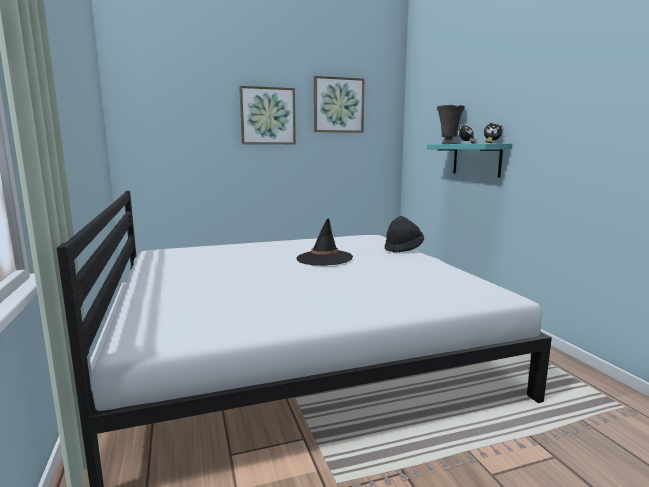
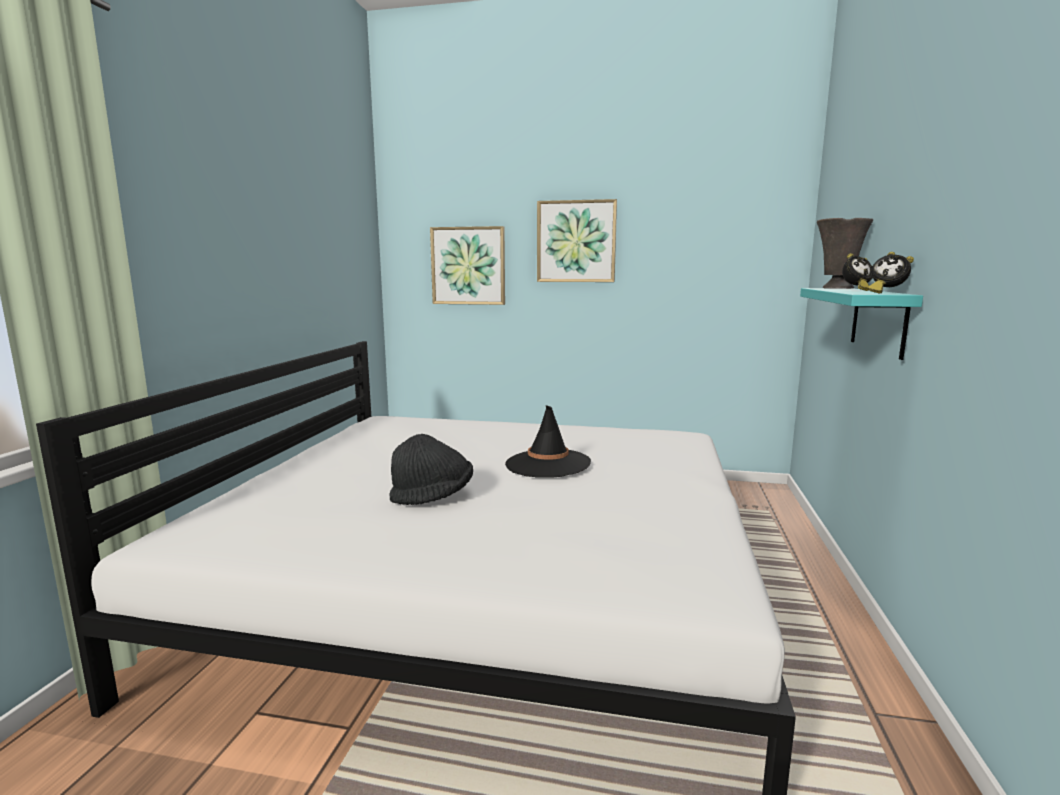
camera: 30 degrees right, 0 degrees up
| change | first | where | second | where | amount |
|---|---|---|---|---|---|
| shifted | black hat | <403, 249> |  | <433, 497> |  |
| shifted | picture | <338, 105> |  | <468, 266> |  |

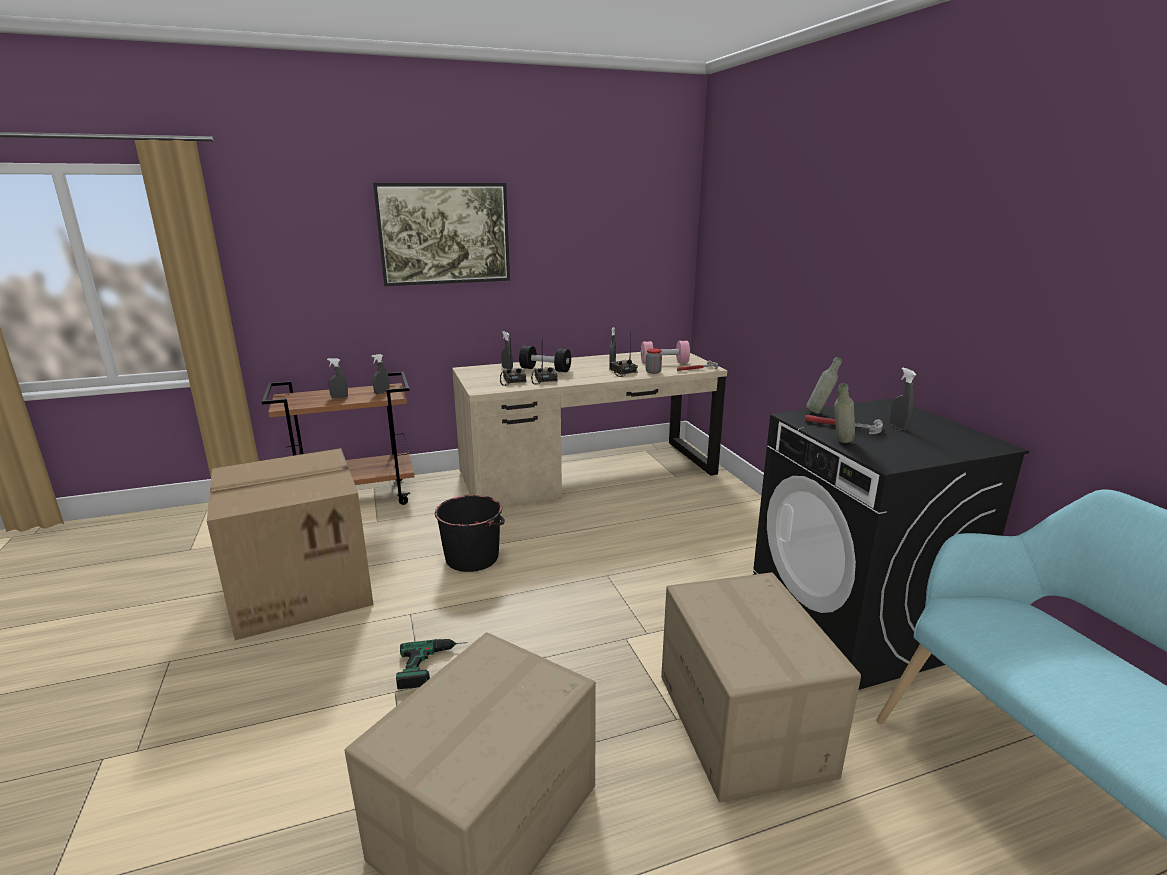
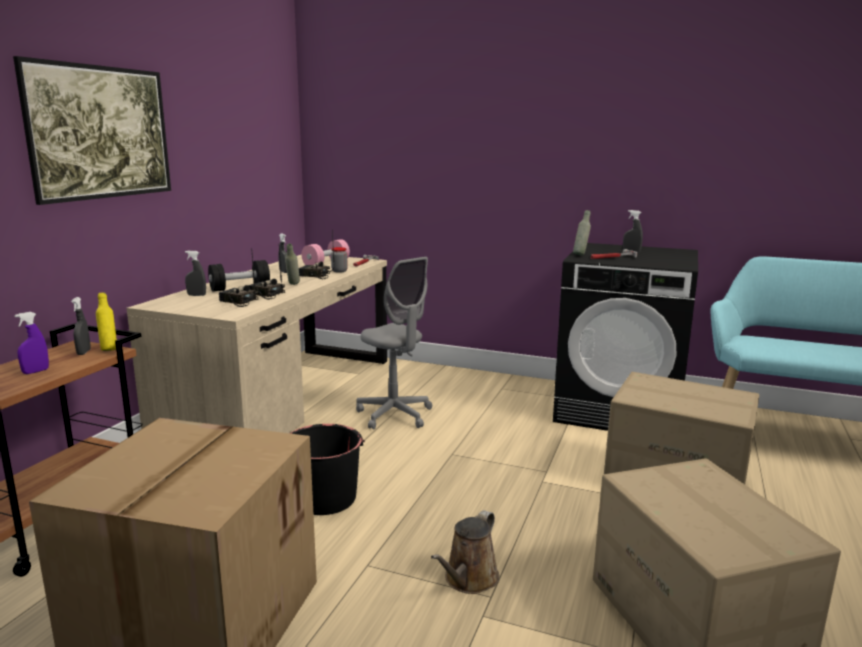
camera: 50 degrees left, 5 degrees down
| change | first | where | second | where | amount |
|---|---|---|---|---|---|
| repainted | grey spray bottle | <339, 397> | purple spray bottle | <35, 371> |  |
| new |  |  | yellow bottle | <109, 349> |  |
| shifted | grey bottle | <840, 443> |  | <293, 285> |  |
| new |  |  | grey office chair | <394, 415> |  |
| swapped | power drill | <433, 665> | brown watering can | <469, 580> |  |

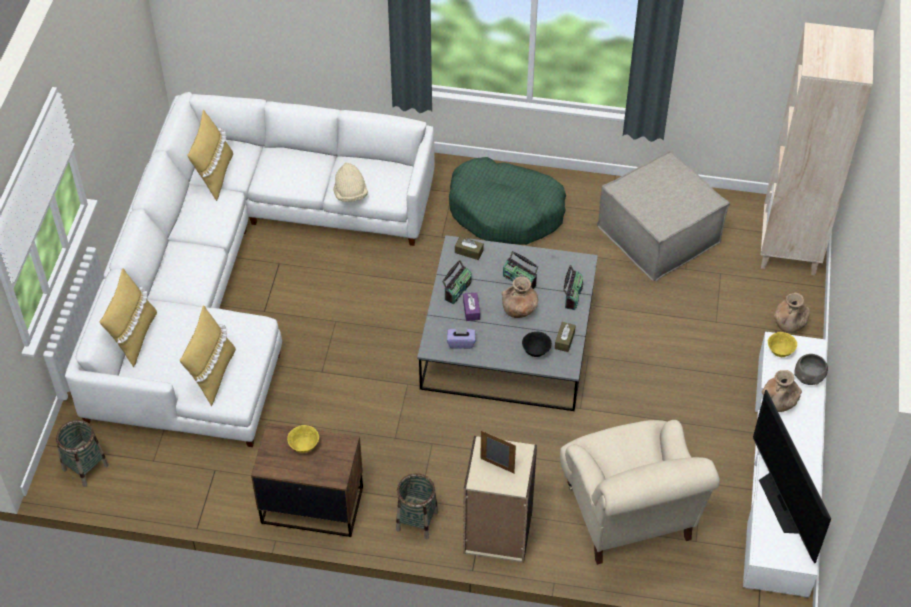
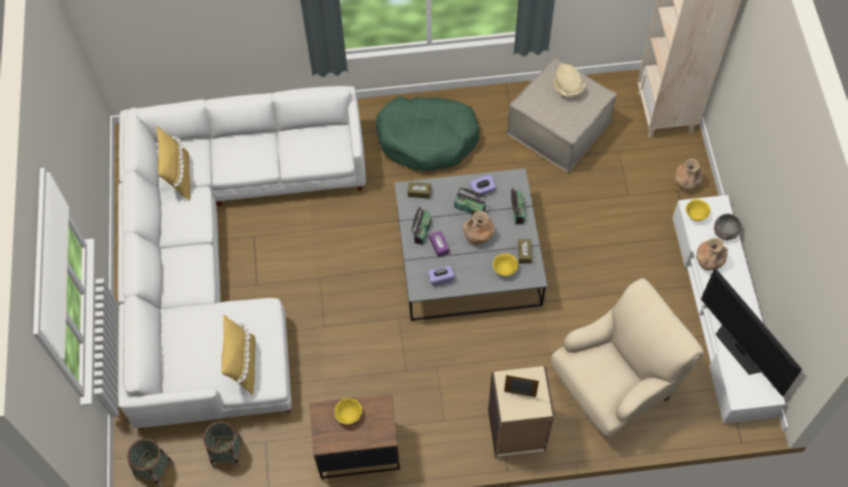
camera: 15 degrees left, 10 degrees up
| change | first | where | second | where | amount |
|---|---|---|---|---|---|
| shifted | basket | <417, 520> |  | <227, 453> |  |
| new |  |  | purple tissue box | <482, 190> |  |
| repainted | black bowl | <536, 351> | yellow bowl | <505, 270> |  |
| rotated | beige armchair | <628, 515> |  | <615, 386> | 90 degrees counterclockwise |
| shifted | beige hat | <350, 194> |  | <568, 88> |  |
| gone | yellow pillow | <134, 337> |  |  |  |

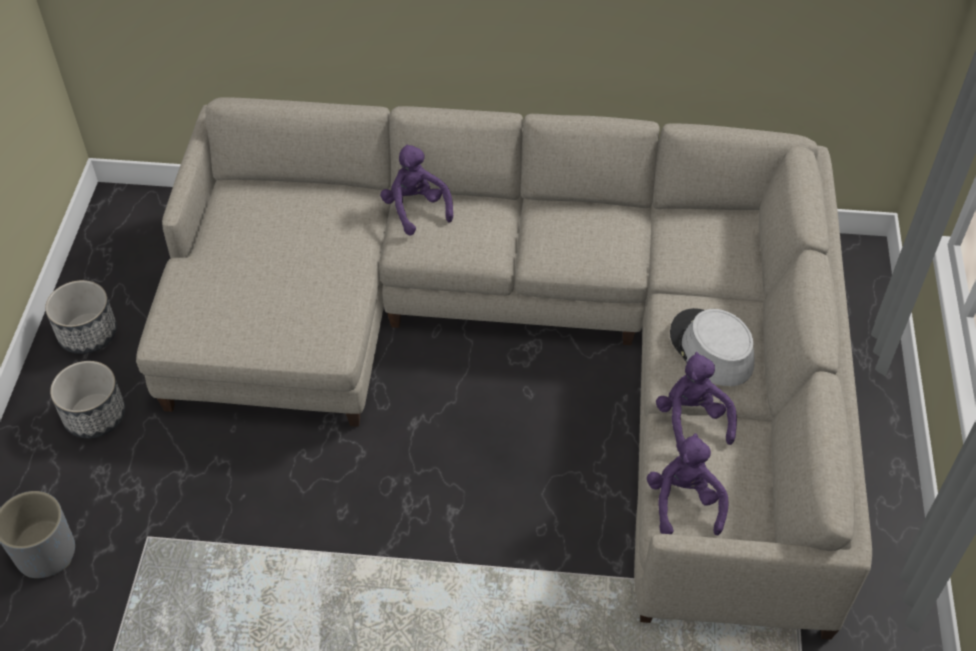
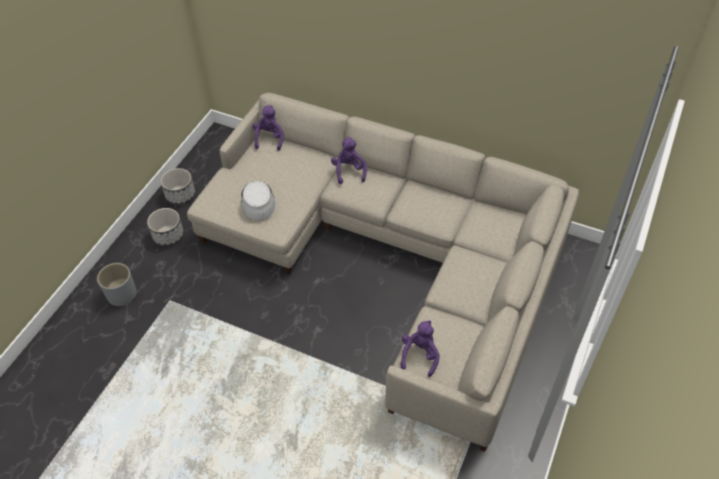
camera: 20 degrees right, 0 degrees up
| change | first | where | second | where | amount |
|---|---|---|---|---|---|
| shifted | grey hat | <711, 349> |  | <257, 201> |  |
| shifted | purple plush toy | <692, 420> |  | <269, 138> |  |

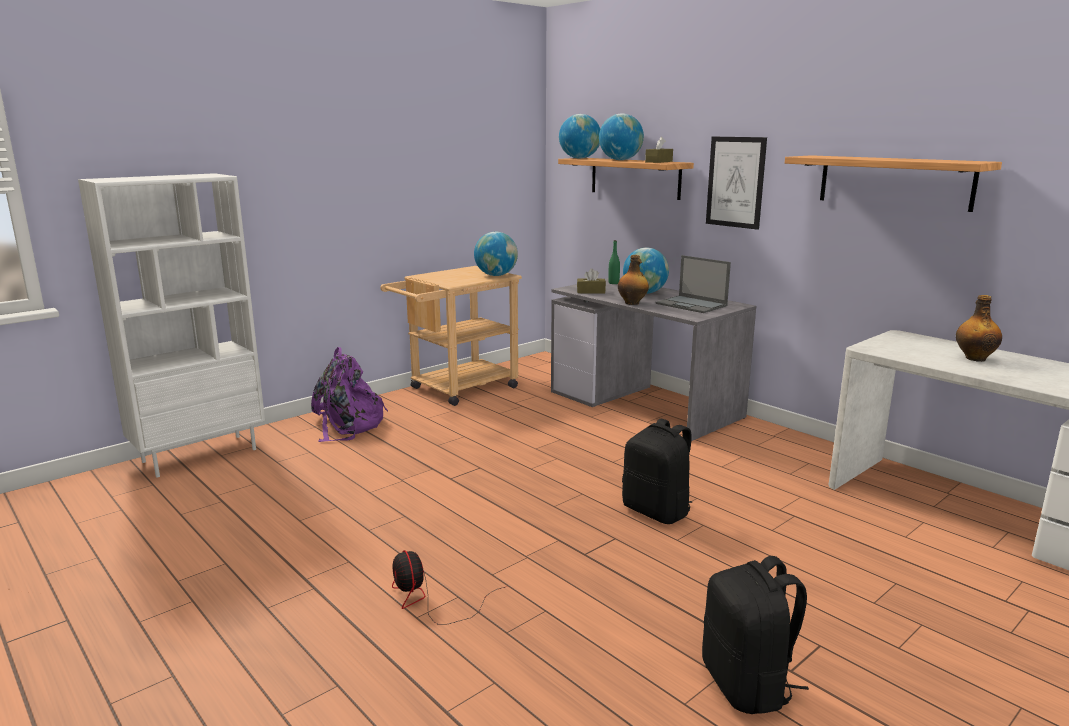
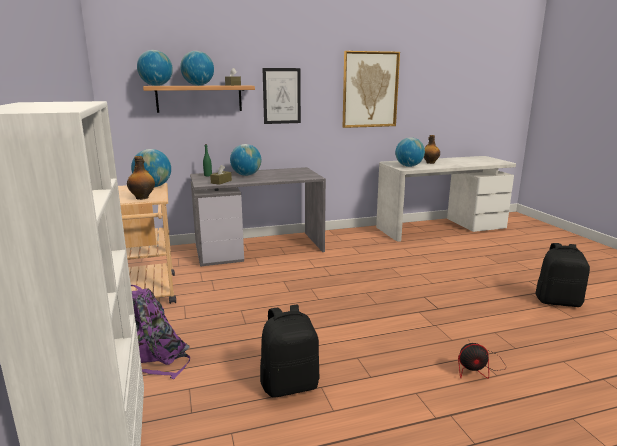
camera: 65 degrees left, 0 degrees up
| change | first | where | second | where | amount |
|---|---|---|---|---|---|
| shifted | bottle | <632, 303> |  | <142, 198> |  |
| shifted | black backpack | <657, 511> |  | <290, 384> |  |
| swapped | shelf | <894, 182> | picture | <370, 89> |  |
| new |  |  | globe | <409, 166> |  |
| gone | laptop | <692, 305> |  |  |  |

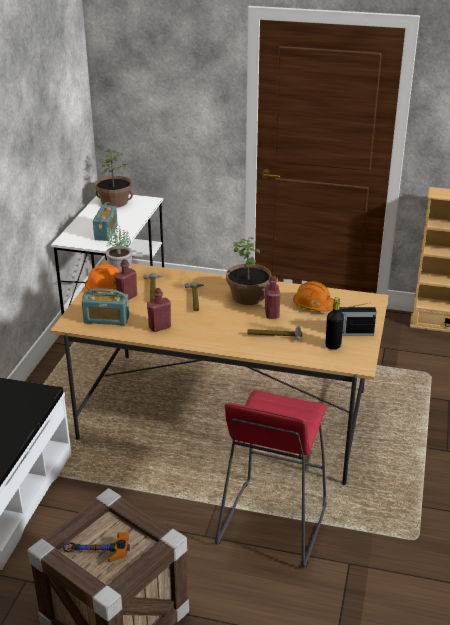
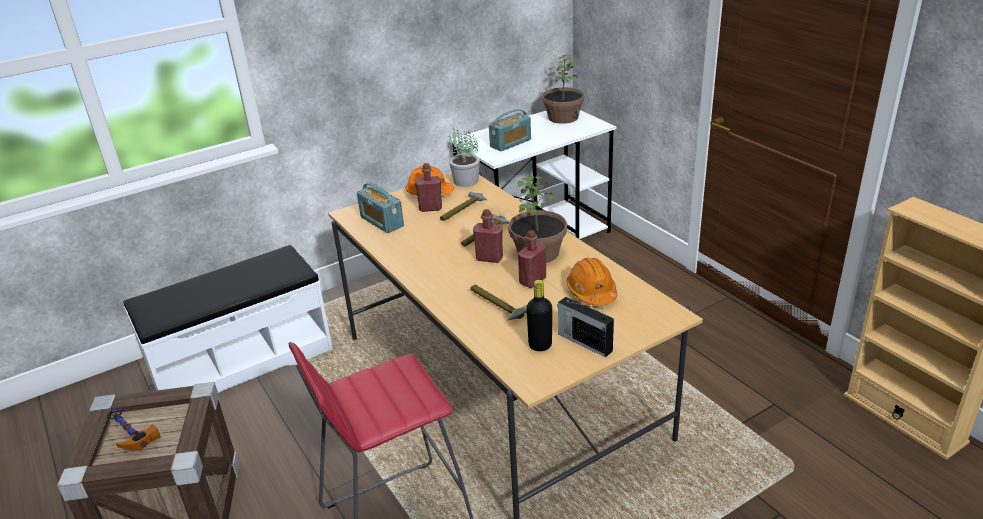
camera: 45 degrees right, 0 degrees up
| change | first | where | second | where | amount |
|---|---|---|---|---|---|
| shifted | red bottle | <159, 327> |  | <489, 258> |  |

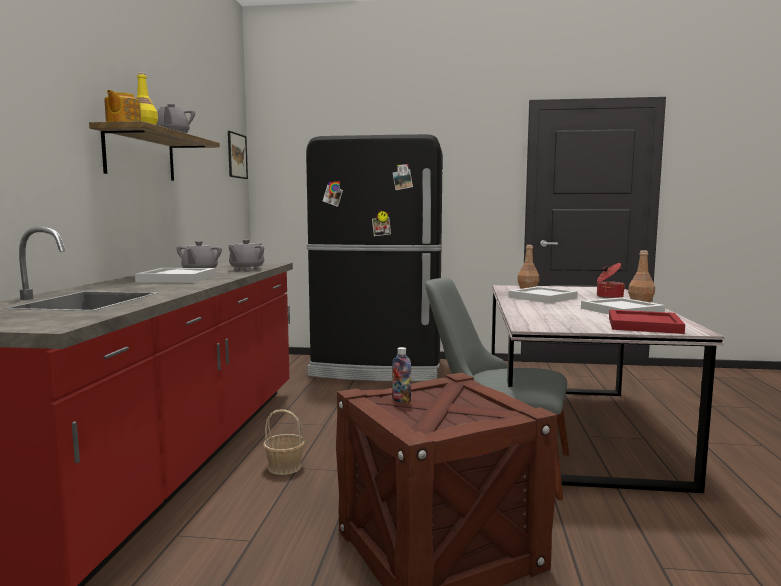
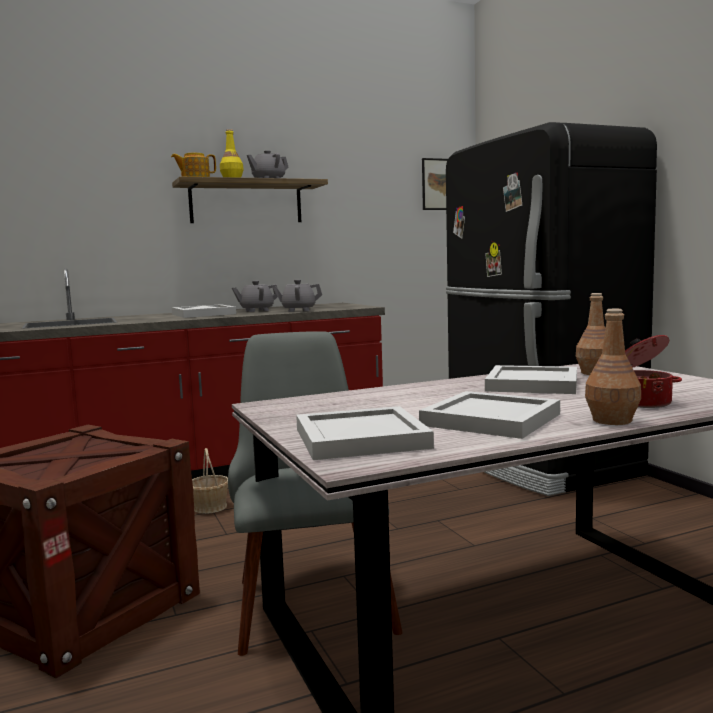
camera: 60 degrees right, 0 degrees up
| change | first | where | second | where | amount |
|---|---|---|---|---|---|
| repainted | red tray | <645, 325> | white tray | <363, 438> |  |
| gone | bottle | <401, 400> |  |  |  |

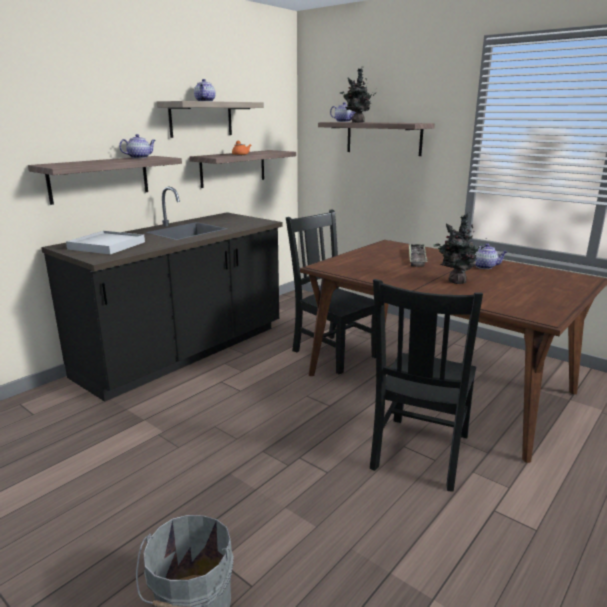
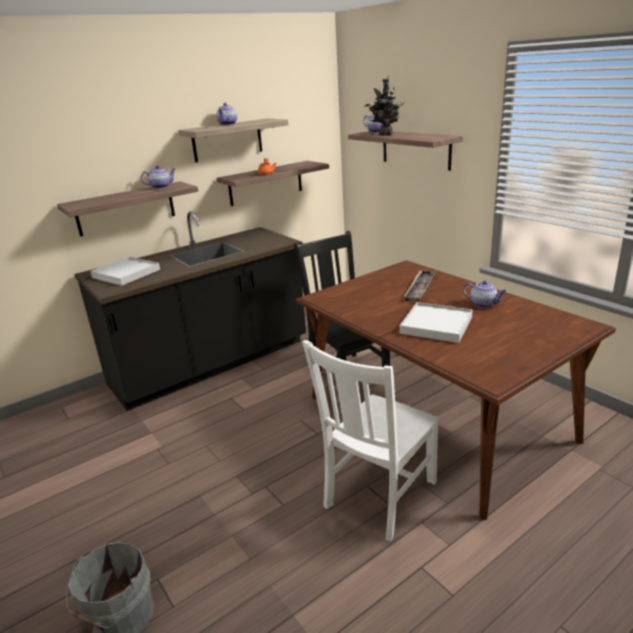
camera: 15 degrees right, 5 degrees up
| change | first | where | second | where | amount |
|---|---|---|---|---|---|
| repainted | black chair | <419, 454> | white chair | <378, 496> |  |
| swapped | potted plant | <455, 282> | white tray | <436, 325> |  |

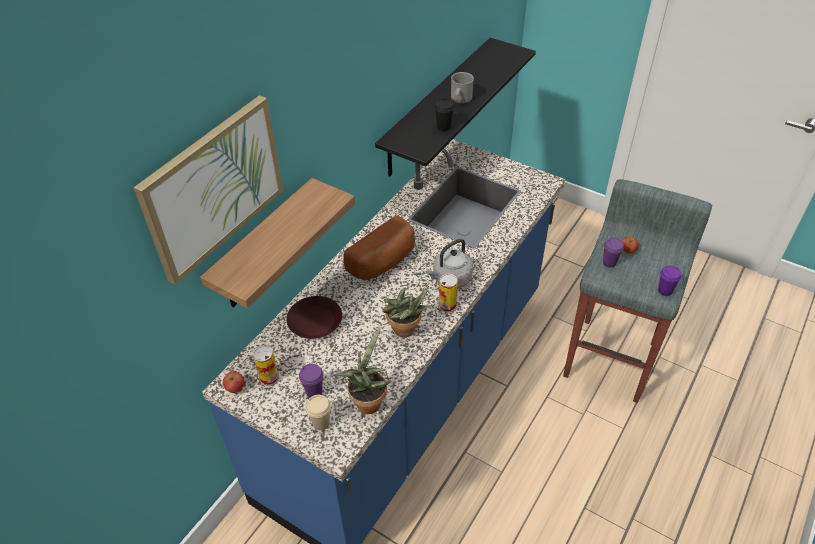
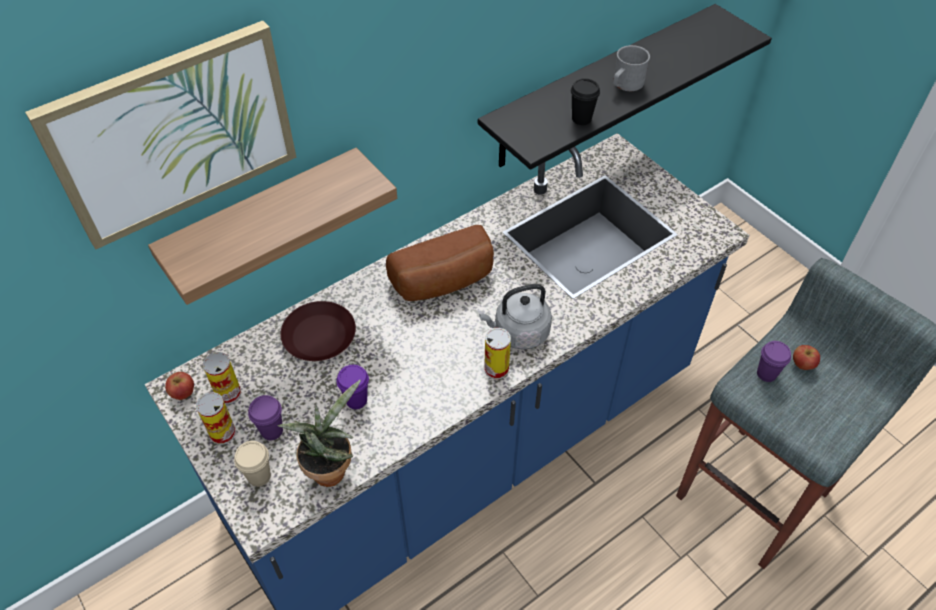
camera: 20 degrees right, 5 degrees up
| change | first | where | second | where | amount |
|---|---|---|---|---|---|
| new |  |  | can | <222, 433> |  |
| shifted | purple cup | <665, 291> |  | <356, 400> |  |
| gone | potted plant | <405, 332> |  |  |  |

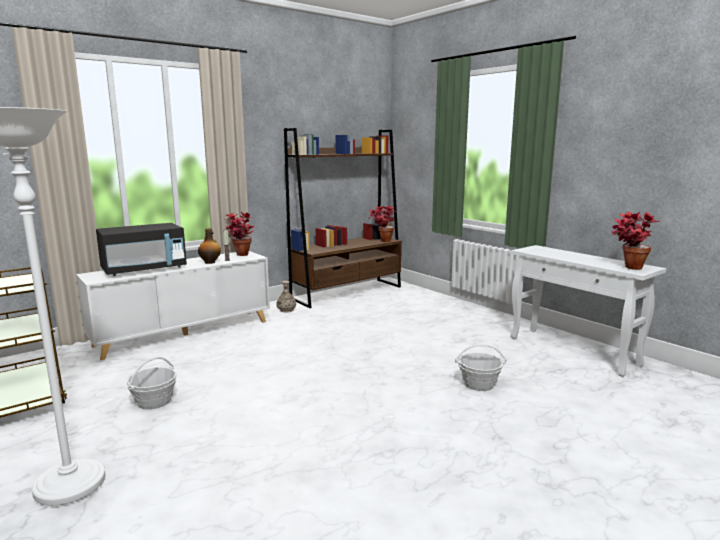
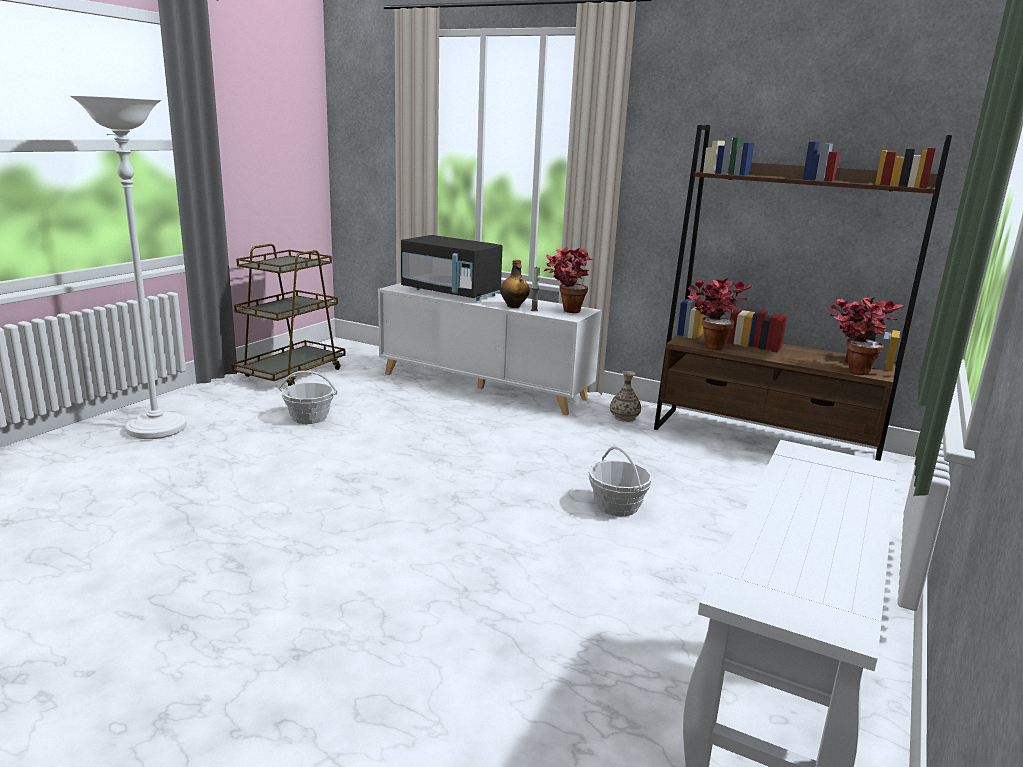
camera: 65 degrees right, 5 degrees up
| change | first | where | second | where | amount |
|---|---|---|---|---|---|
| shifted | basket | <479, 384> |  | <617, 506> |  |
| shifted | potted plant | <627, 268> |  | <709, 345> |  |

